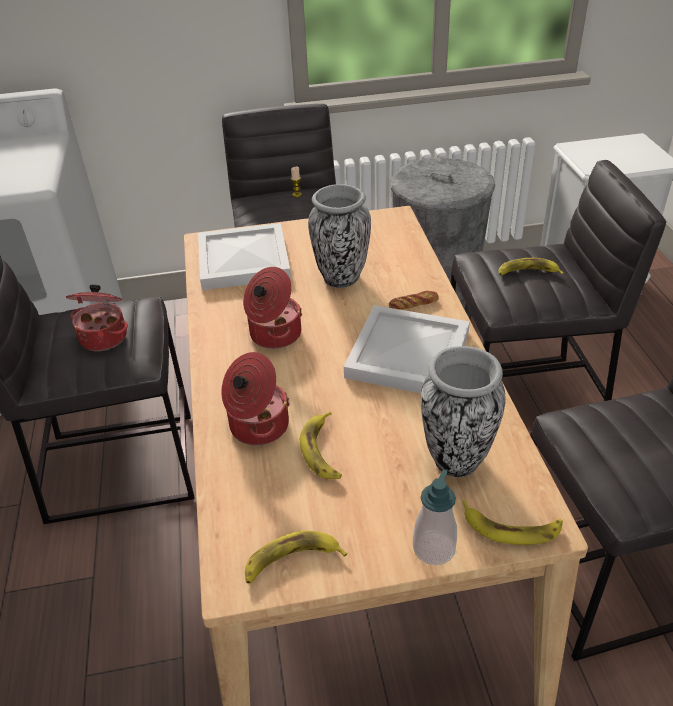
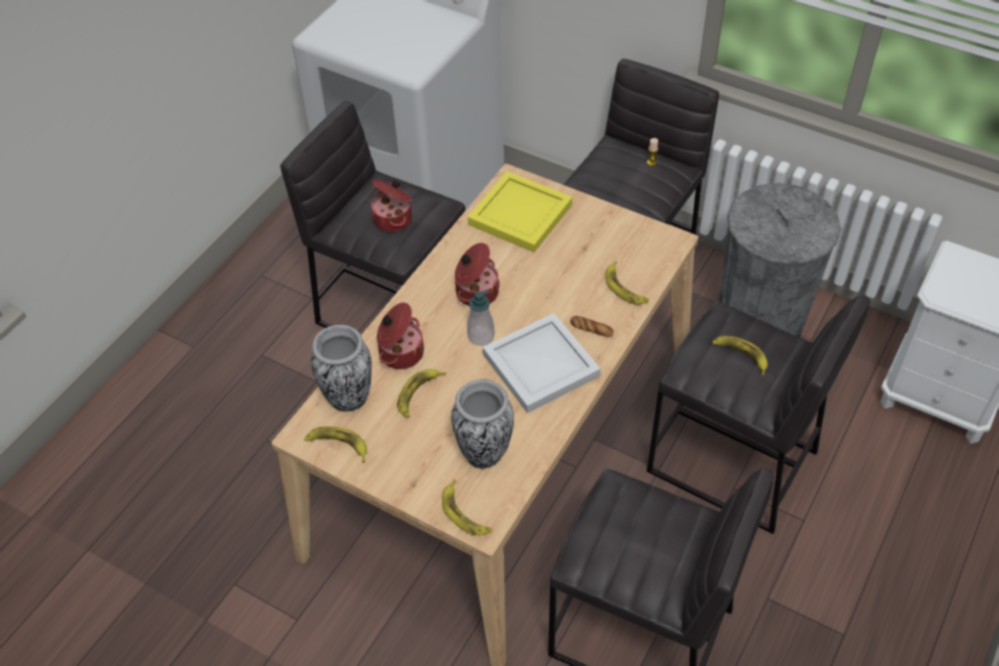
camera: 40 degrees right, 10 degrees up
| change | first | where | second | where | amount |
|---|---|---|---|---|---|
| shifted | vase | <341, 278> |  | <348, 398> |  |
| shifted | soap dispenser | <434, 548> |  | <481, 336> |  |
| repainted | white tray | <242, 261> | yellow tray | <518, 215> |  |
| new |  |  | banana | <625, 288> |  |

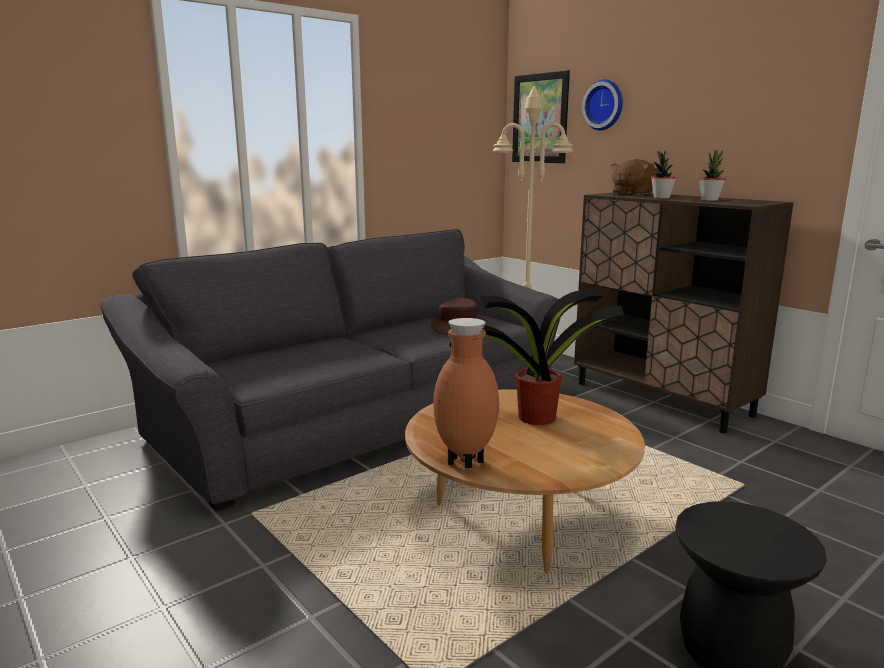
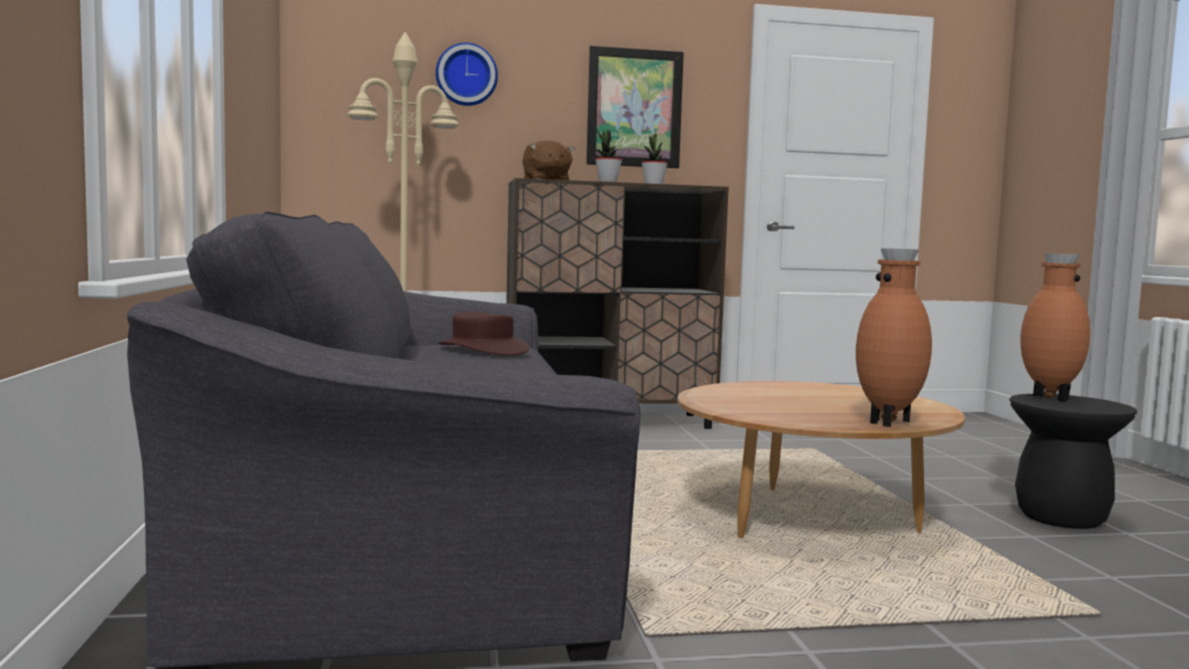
camera: 60 degrees left, 10 degrees down
| change | first | where | second | where | amount |
|---|---|---|---|---|---|
| shifted | picture | <540, 118> |  | <634, 108> |  |
| new |  |  | brown vase | <1048, 398> |  |
| gone | potted plant | <534, 417> |  |  |  |

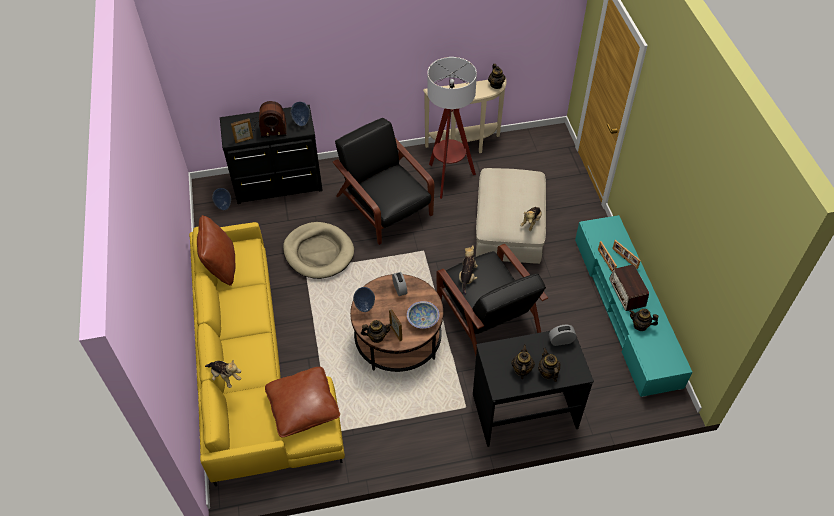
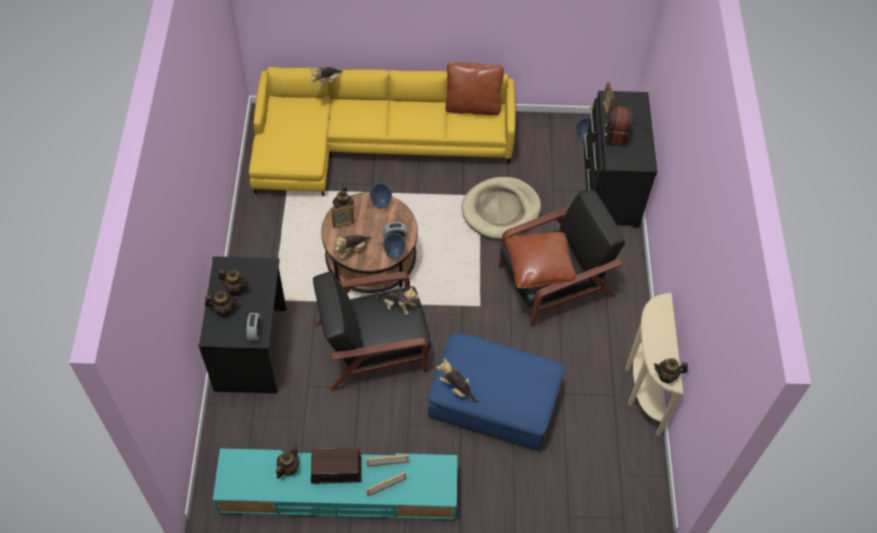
camera: 100 degrees right, 5 degrees up
| change | first | where | second | where | amount |
|---|---|---|---|---|---|
| swapped | bowl | <423, 319> | plush toy | <352, 250> |  |
| shifted | vase | <302, 123> |  | <394, 255> |  |
| repainted | beige ottoman | <509, 228> | blue ottoman | <493, 402> |  |
| shifted | brown pillow | <303, 407> |  | <539, 267> |  |
| gone | floor lamp | <448, 178> |  |  |  |

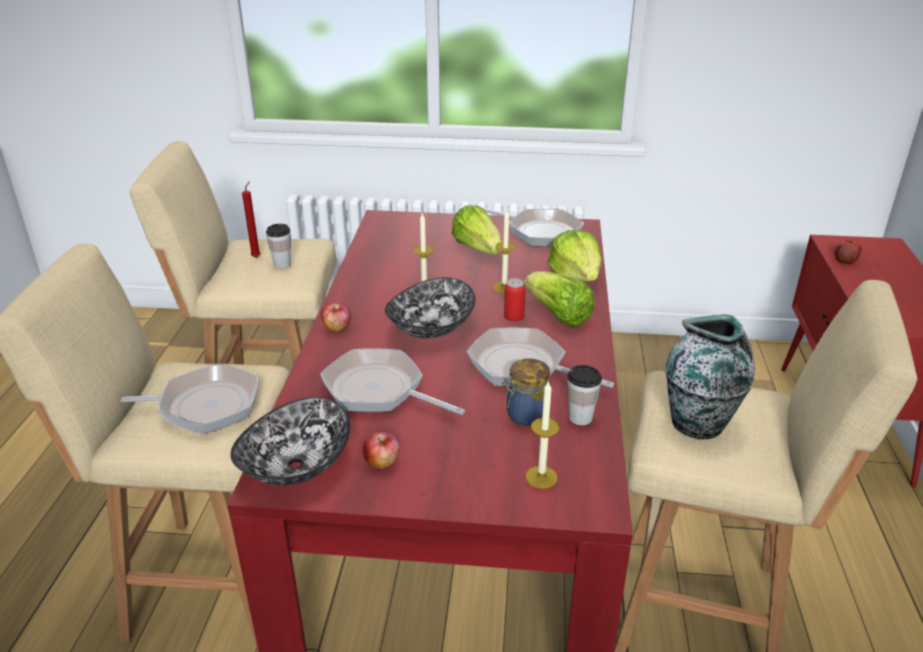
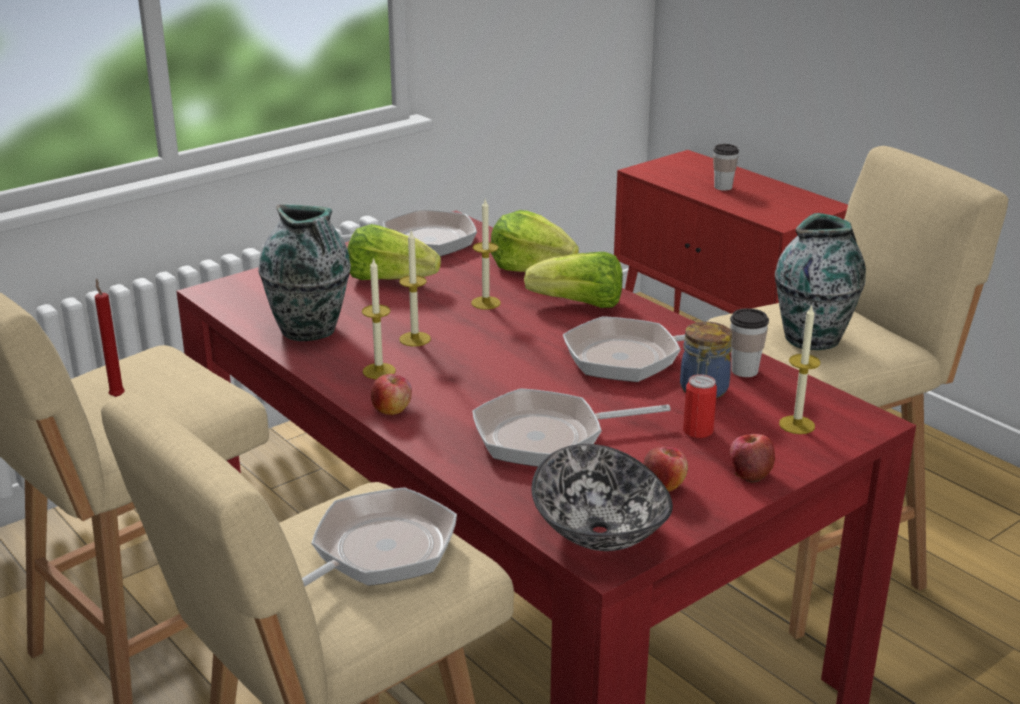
camera: 45 degrees left, 5 degrees down
| change | first | where | second | where | amount |
|---|---|---|---|---|---|
| new |  |  | vase | <310, 330> |  |
| new |  |  | candle | <379, 371> |  |
| shifted | can | <514, 316> |  | <698, 431> |  |
| shifted | cup | <282, 264> |  | <723, 187> |  |
| shifted | apple | <845, 260> |  | <750, 472> |  |
| gone | bowl | <430, 328> |  |  |  |

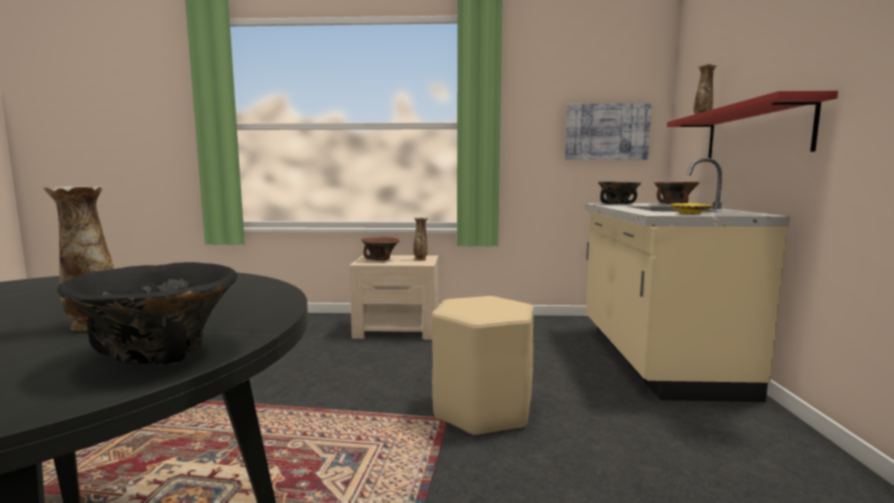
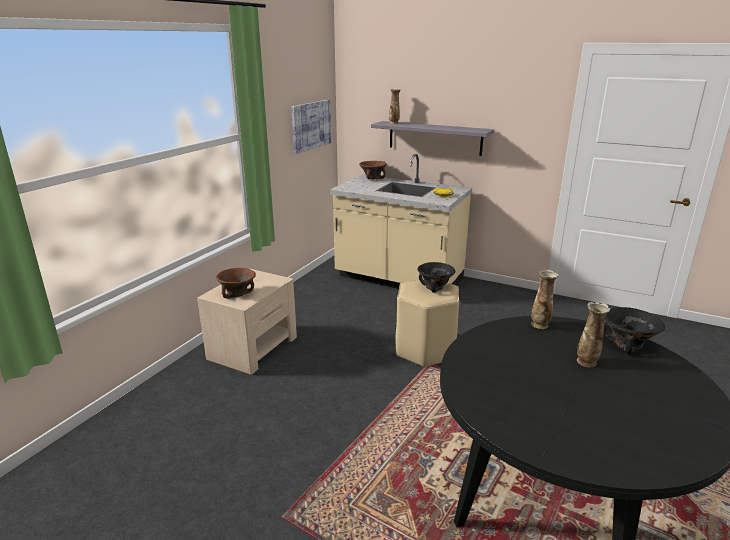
camera: 65 degrees left, 15 degrees up
| change | first | where | second | where | amount |
|---|---|---|---|---|---|
| repainted | red shelf | <755, 133> | grey shelf | <434, 138> |  |
| shifted | black bowl | <617, 204> |  | <435, 287> |  |
| shifted | vase | <420, 259> |  | <540, 324> |  |

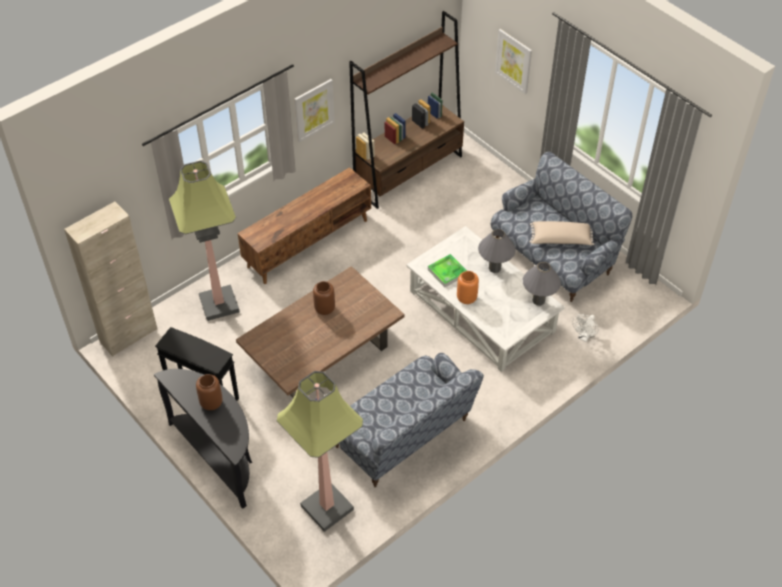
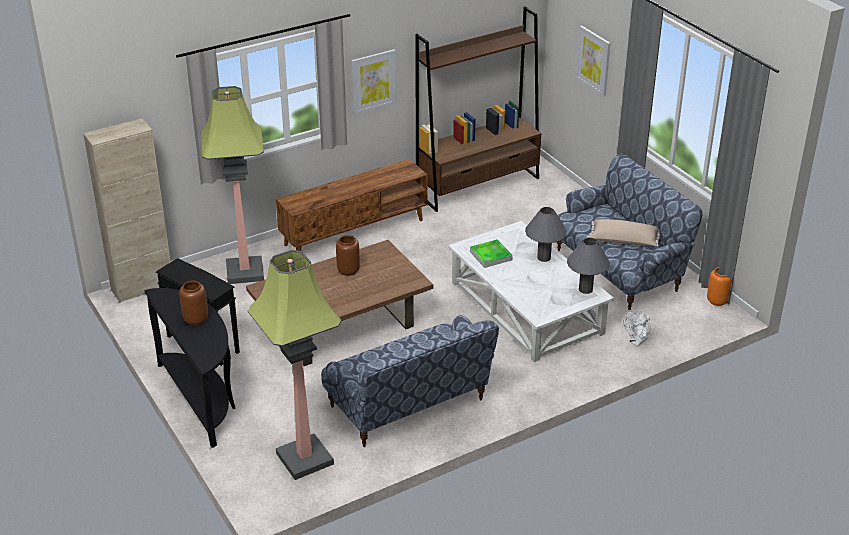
camera: 10 degrees right, 15 degrees down
| change | first | where | second | where | amount |
|---|---|---|---|---|---|
| shifted | orange vase | <466, 298> |  | <716, 301> |  |

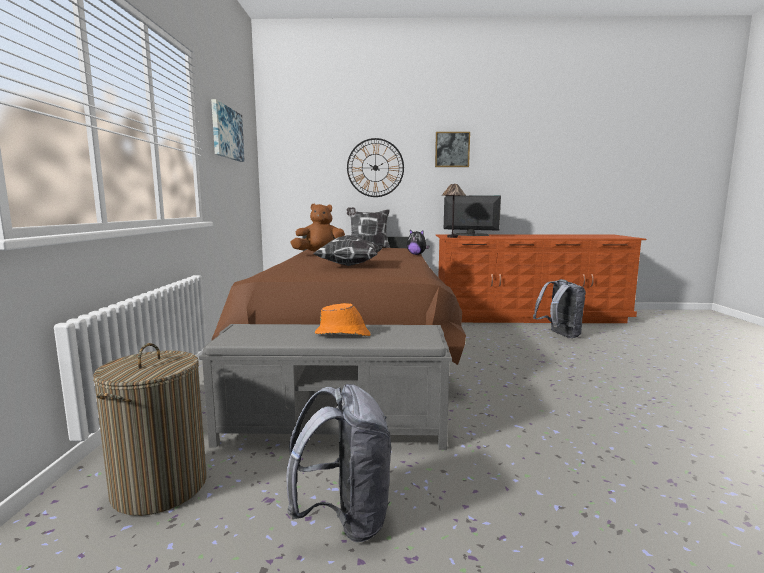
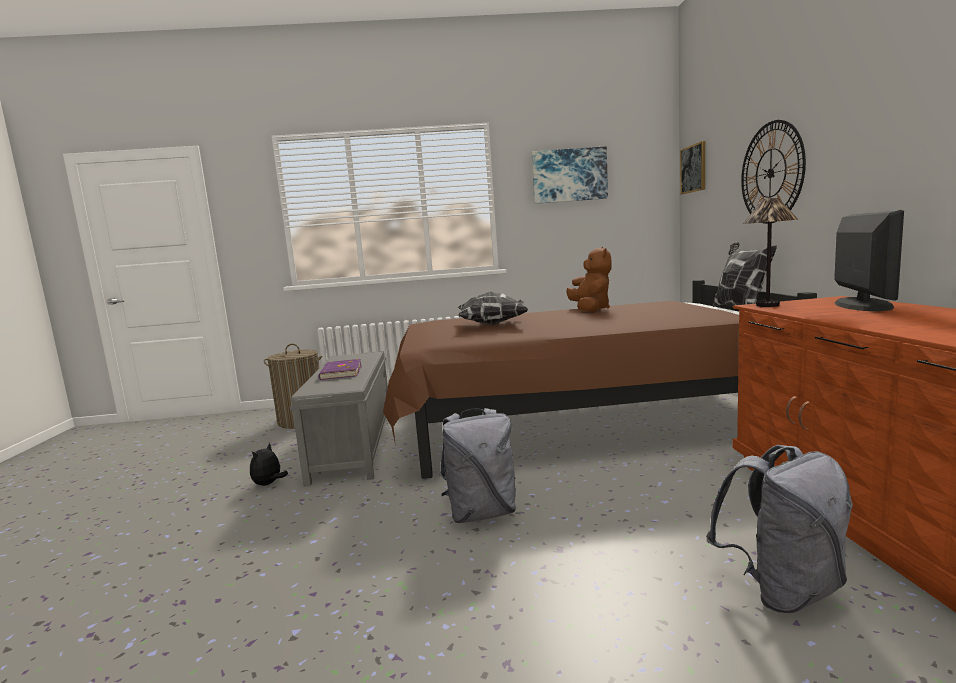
camera: 85 degrees right, 0 degrees up
| change | first | where | second | where | amount |
|---|---|---|---|---|---|
| shifted | plush toy | <416, 254> |  | <269, 484> |  |
| swapped | orange hat | <343, 334> | purple book | <340, 372> |  |
| shifted | grey backpack | <344, 519> |  | <481, 513> |  |
| shifted | picture | <452, 149> |  | <693, 168> |  |

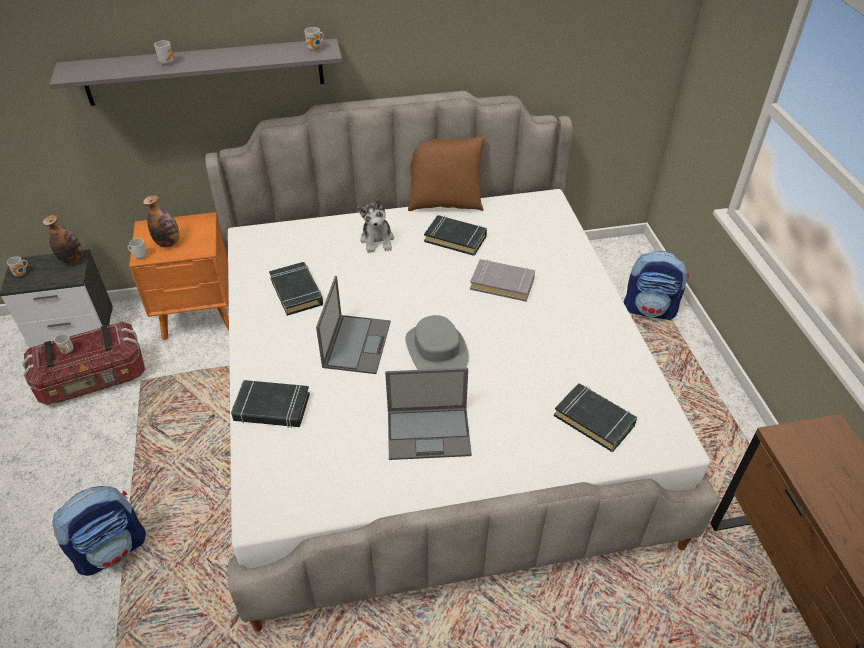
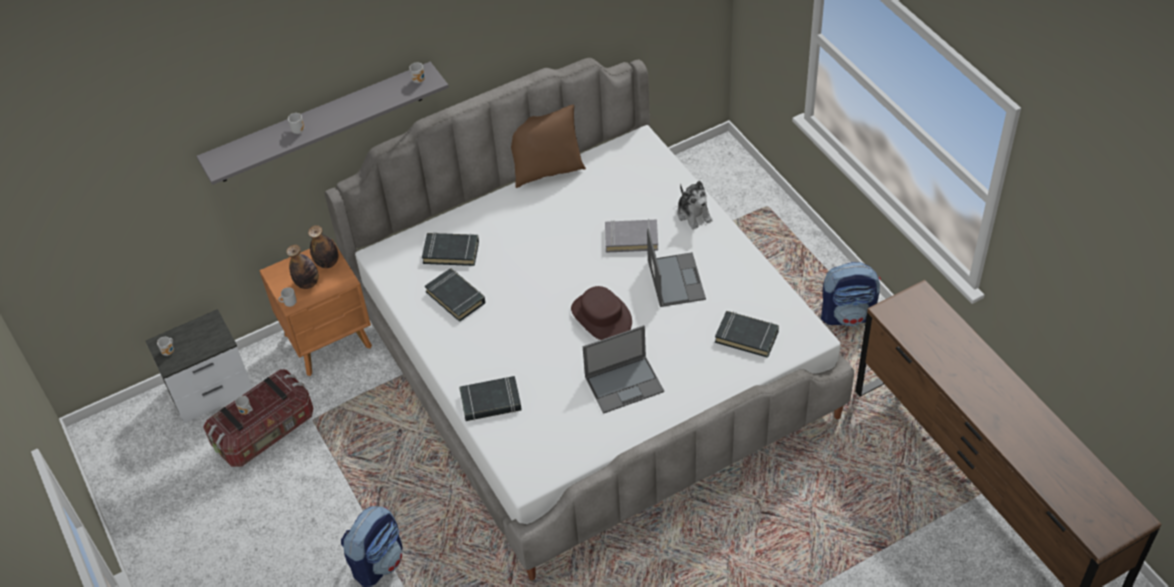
camera: 15 degrees left, 5 degrees up
| change | first | where | second | where | amount |
|---|---|---|---|---|---|
| shifted | bottle | <72, 259> |  | <327, 263> |  |
| shifted | black book | <455, 238> |  | <451, 252> |  |
| repainted | grey hat | <437, 351> | brown hat | <602, 316> |  |
| shifted | laptop | <357, 343> |  | <675, 279> |  |
| shifted | plush toy | <377, 240> |  | <693, 214> |  |
| shifted | backpack | <649, 309> |  | <848, 315> |  |

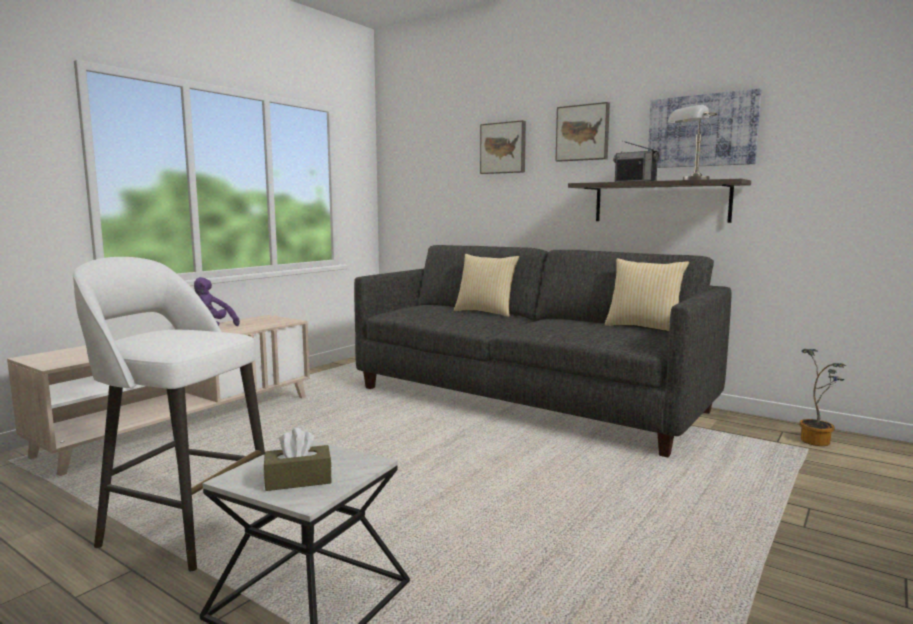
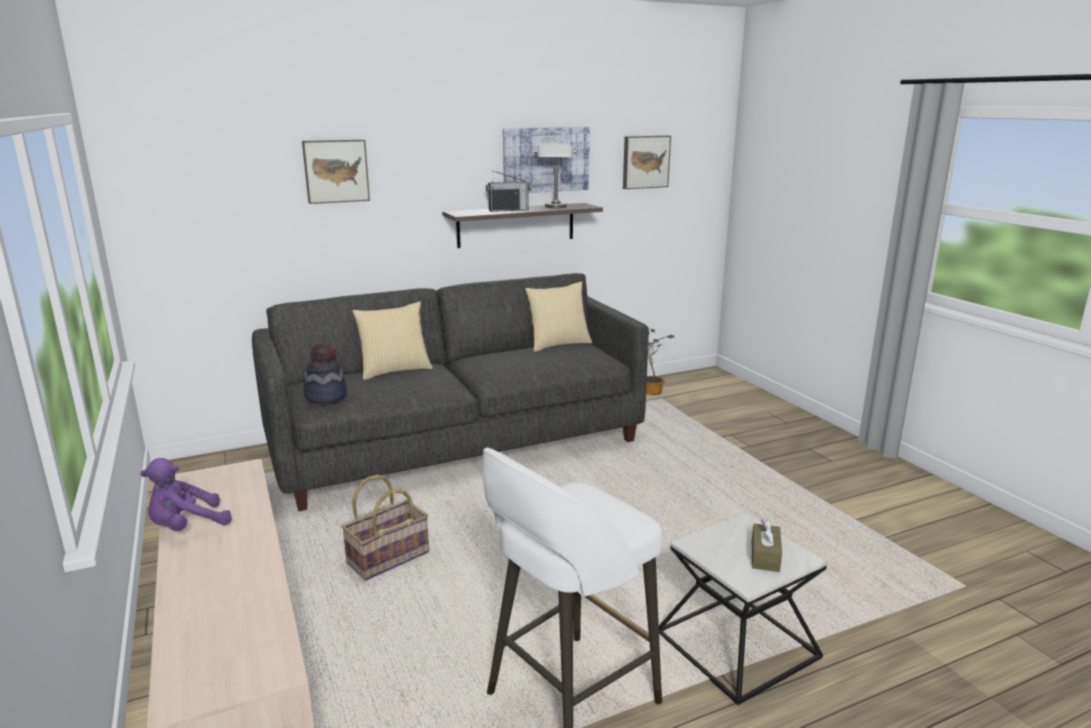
camera: 60 degrees left, 10 degrees up
| change | first | where | second | where | amount |
|---|---|---|---|---|---|
| new |  |  | hat | <326, 396> |  |
| new |  |  | basket | <388, 557> |  |
| shifted | picture | <583, 133> |  | <645, 162> |  |

